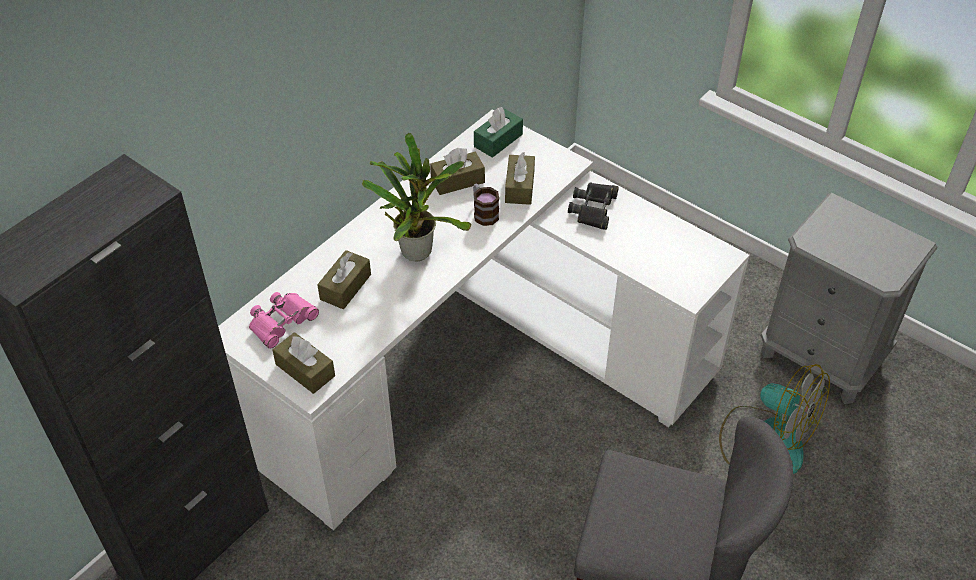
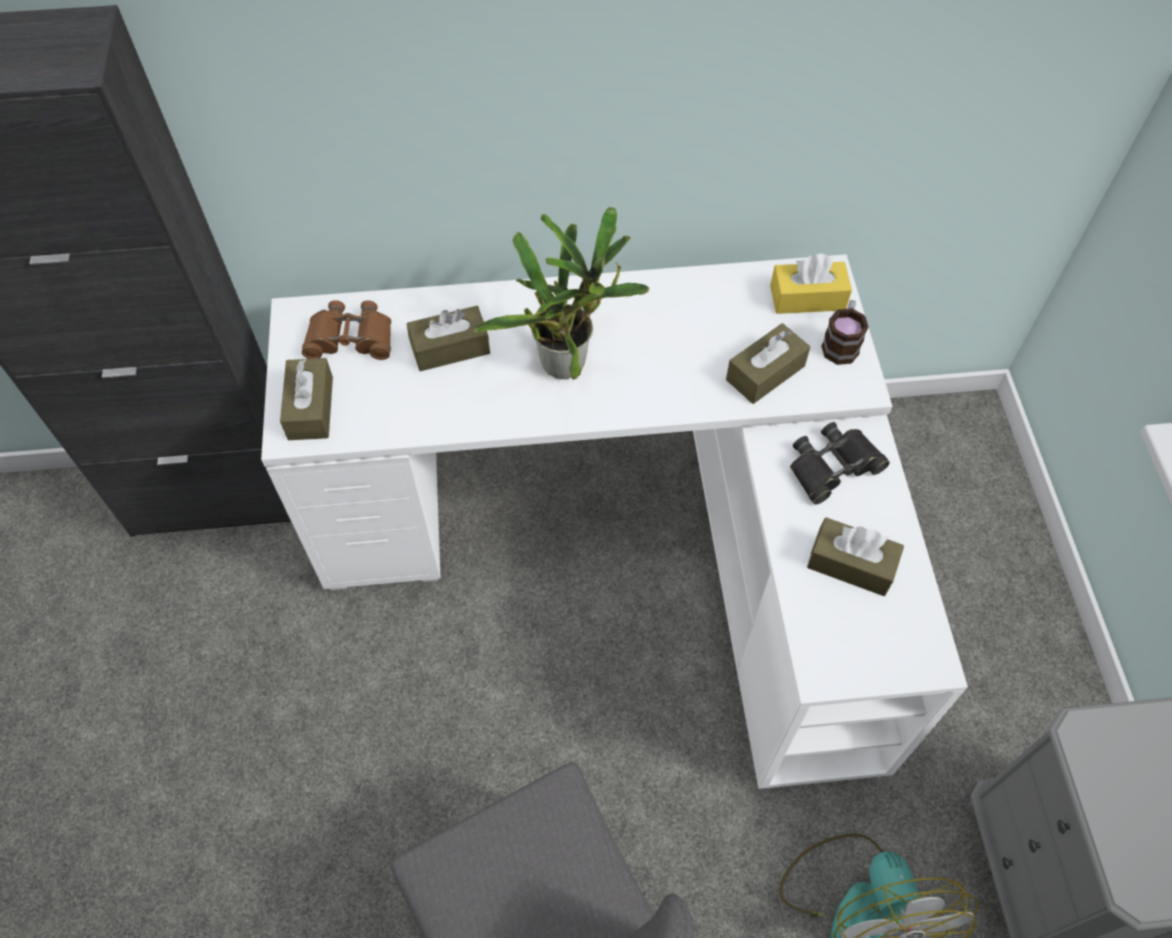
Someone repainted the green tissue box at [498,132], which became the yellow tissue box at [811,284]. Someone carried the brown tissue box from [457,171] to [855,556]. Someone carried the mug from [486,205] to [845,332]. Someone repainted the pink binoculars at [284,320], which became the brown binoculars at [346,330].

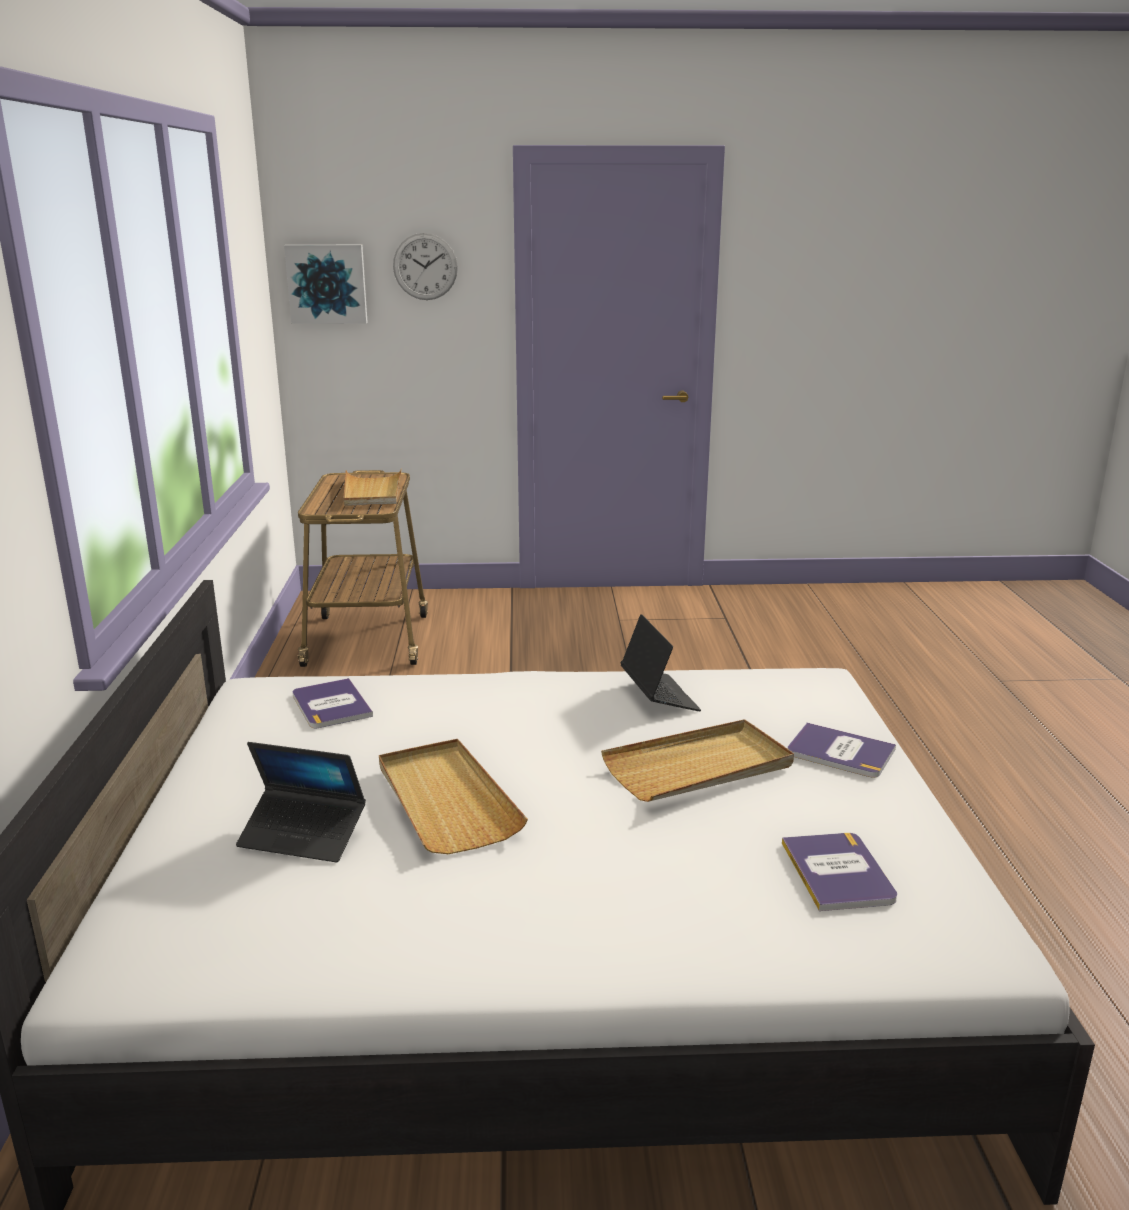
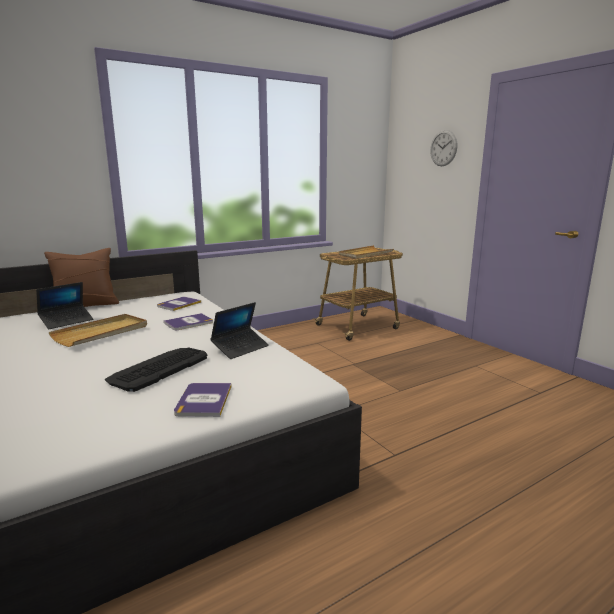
Someone took away the picture at [326,284]. Someone swapped the beige tray at [697,760] for the keyboard at [156,369]. Someone rotated the laptop at [301,802] by 120 degrees counterclockwise. Someone carried the book from [839,872] to [188,321]. Someone put down the brown pillow at [81,277].

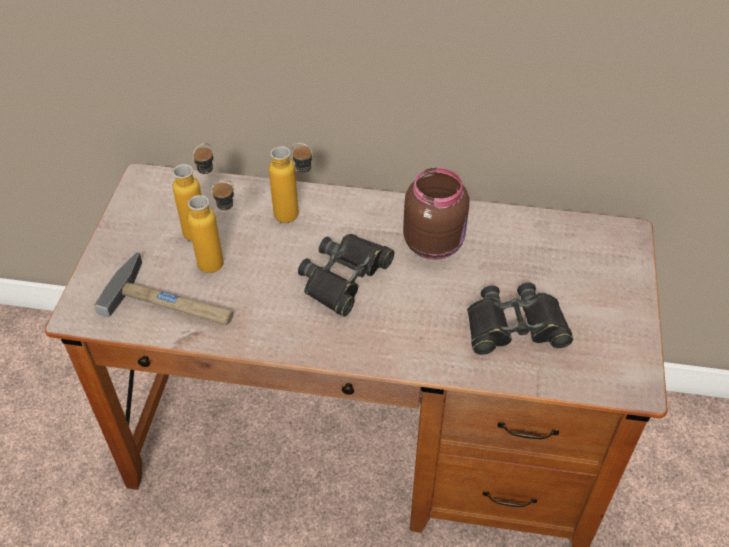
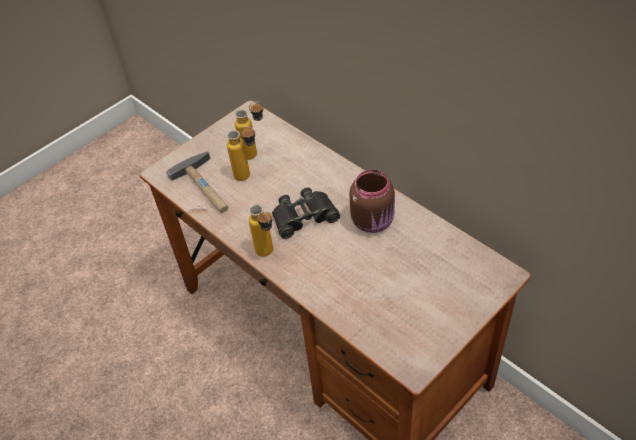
Someone carried the bottle from [291,183] to [261,230]. Someone took away the black binoculars at [520,319].

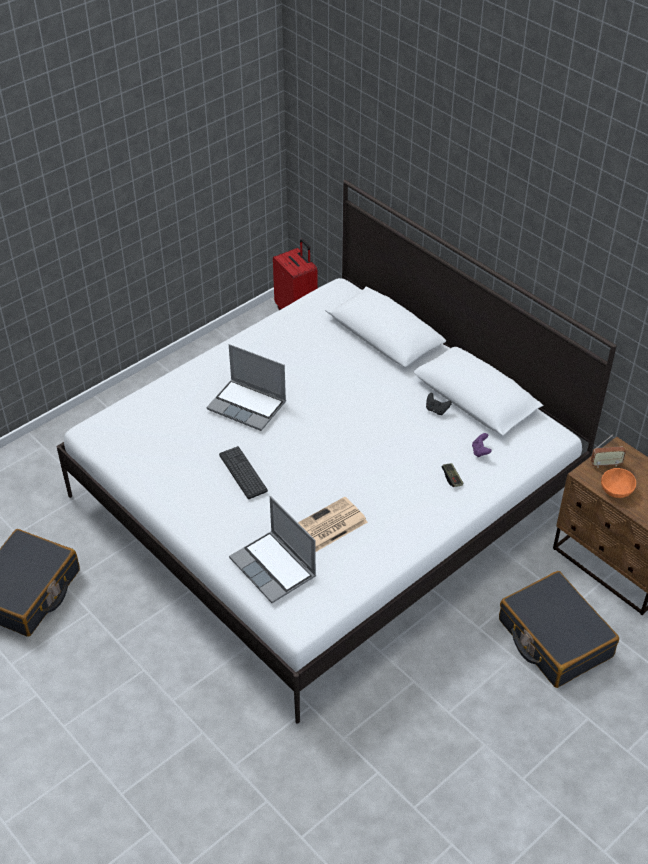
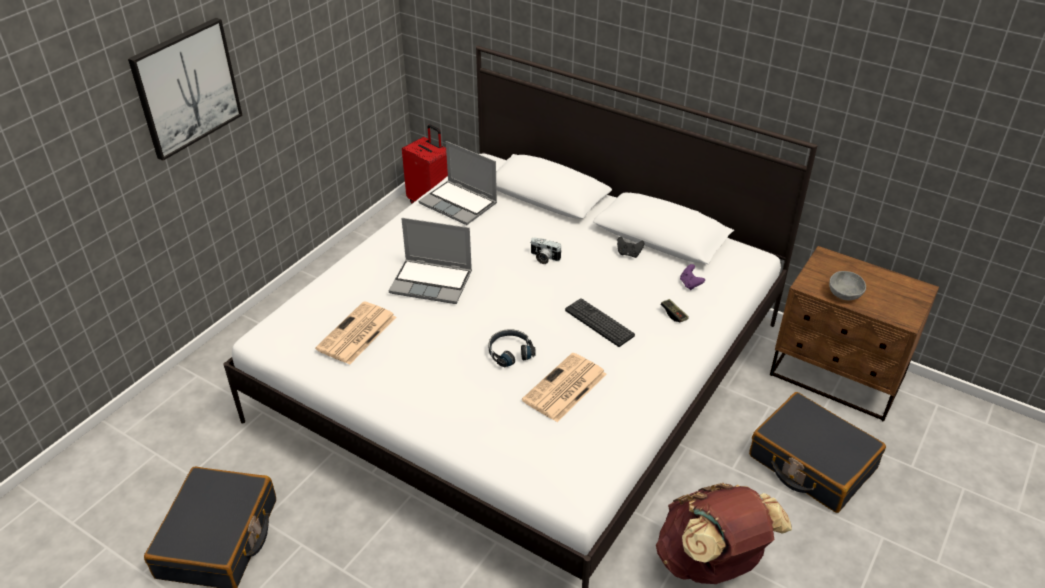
Someone took away the radio at [608,451]. Someone carried the keyboard from [243,472] to [600,322]. Someone repainted the orange bowl at [618,483], which became the grey bowl at [847,285]. Someone carried the laptop from [272,549] to [458,183]. Someone put up the picture at [185,89]. Someone put down the photo camera at [546,250]. Someone put down the newspaper at [355,333]. Someone put down the black headphones at [512,348]. Someone put down the brown backpack at [724,533].

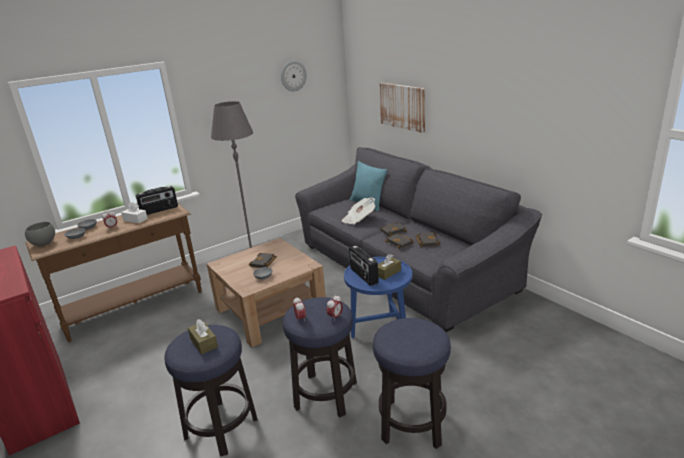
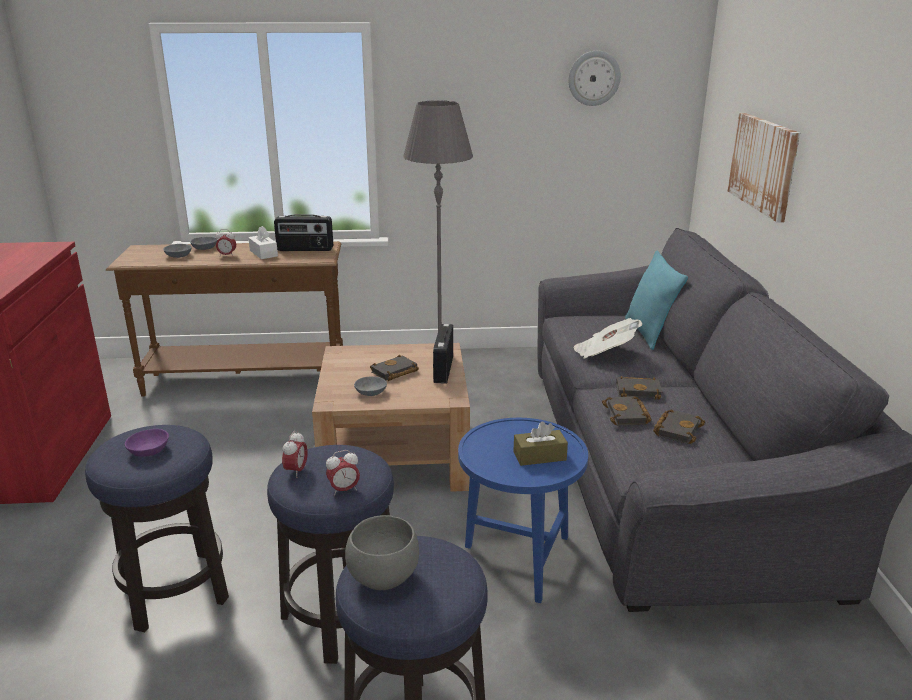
Someone carried the grey bowl from [40,234] to [382,552]. Someone carried the radio from [364,265] to [443,354]. Someone swapped the brown tissue box at [203,336] for the purple bowl at [147,443].

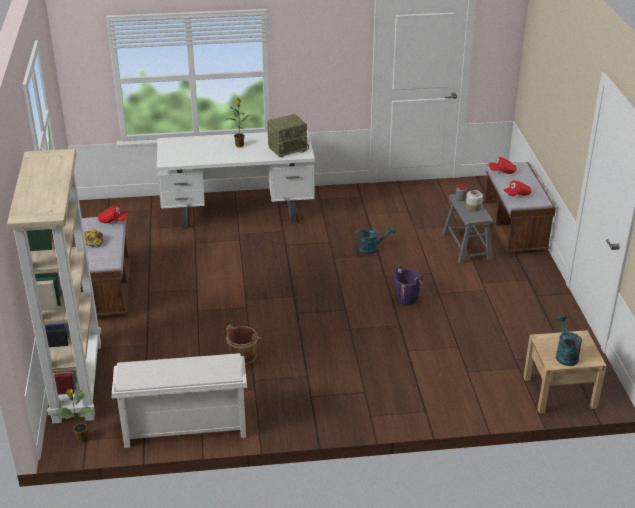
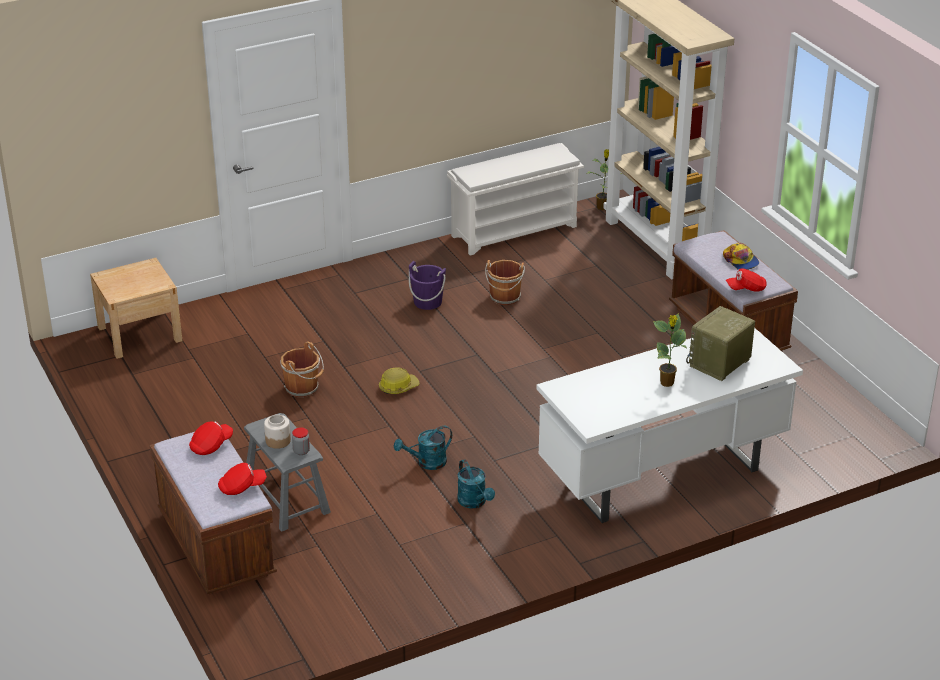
Someone carried the radio from [288,136] to [720,343]. Someone carried the purple bucket from [408,285] to [427,285]. Someone carried the turquoise watering can from [569,340] to [476,483]. Someone put down the brown bucket at [302,369]. Someone put down the hard hat at [399,380].

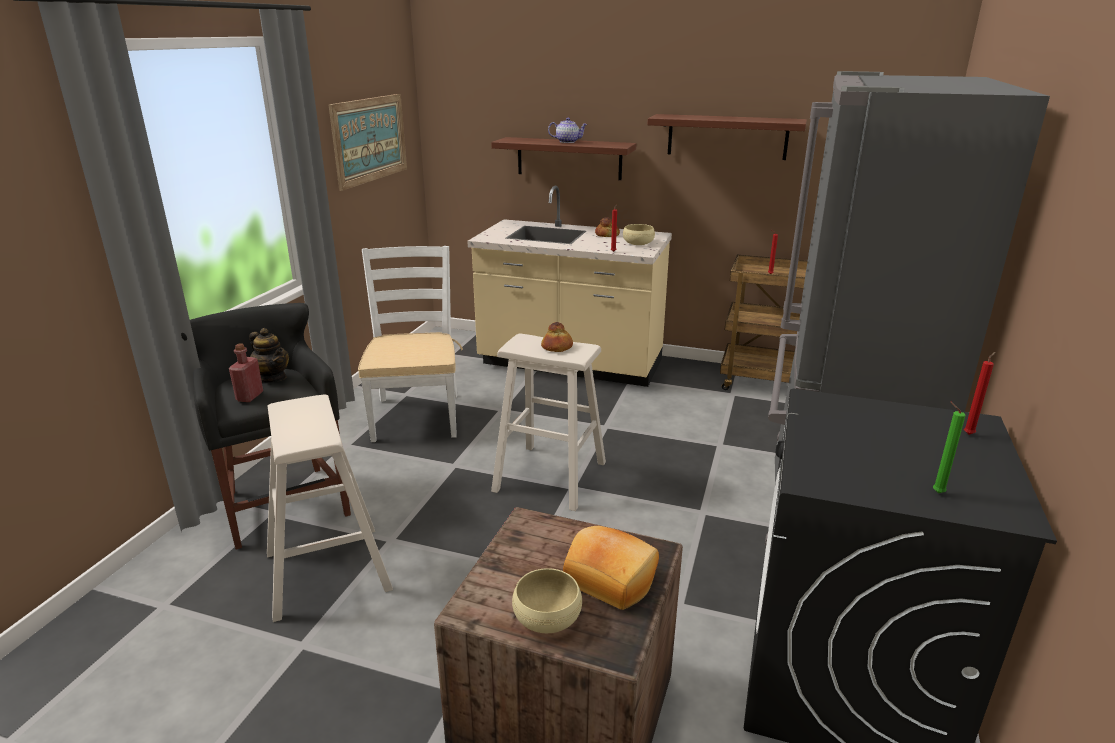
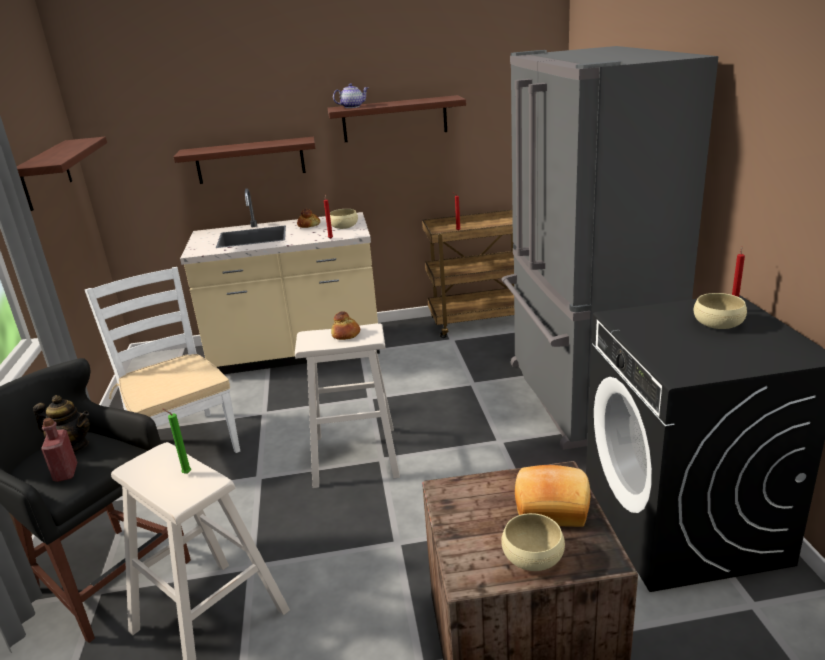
Someone swapped the picture at [368,142] for the shelf at [62,174]. Someone carried the teapot from [568,130] to [350,95]. Someone carried the green candle from [949,447] to [177,441]. Someone put down the beige bowl at [720,311].

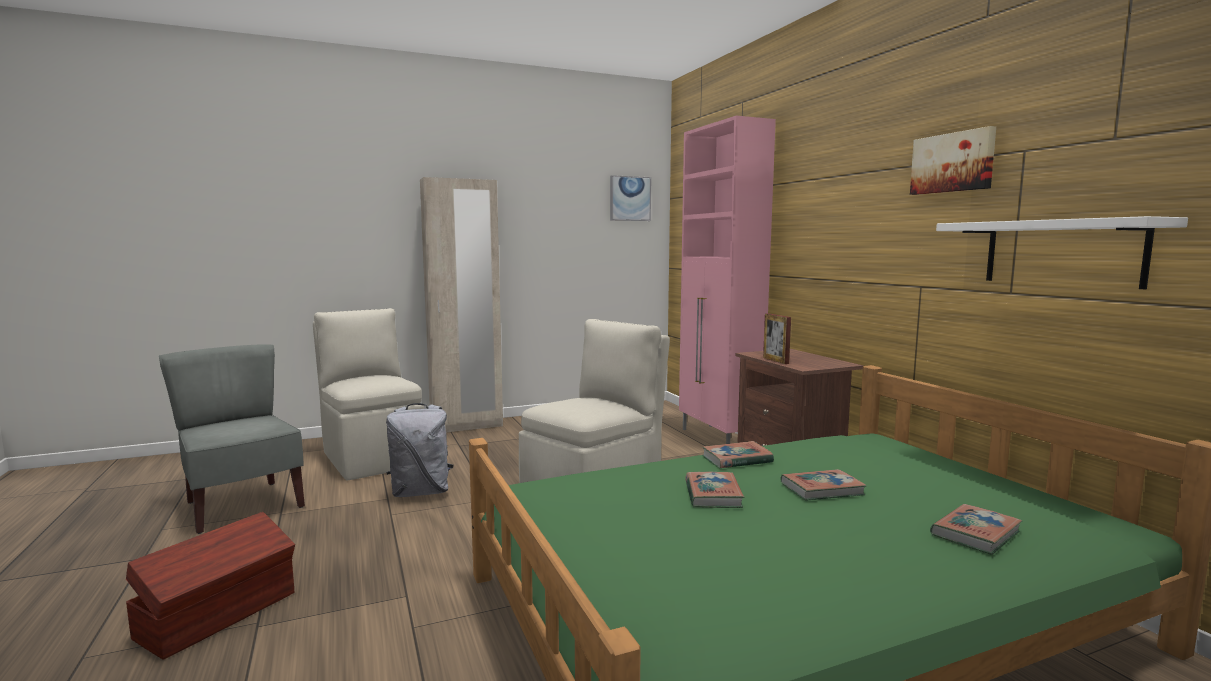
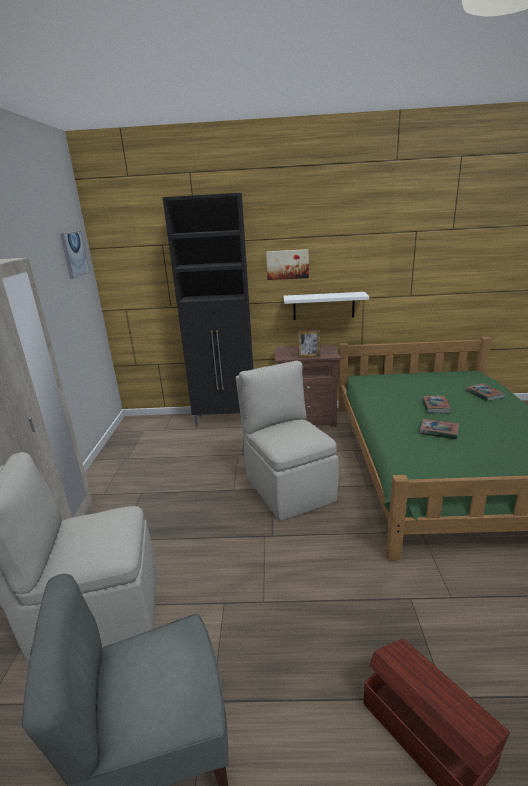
Someone repainted the pink cabinet at [727,280], which became the black cabinet at [208,310]. Someone carried the picture from [953,160] to [287,264]. Someone carried the white shelf from [1062,253] to [326,306]. Someone took away the grey backpack at [420,450]. Someone took away the book at [738,454].

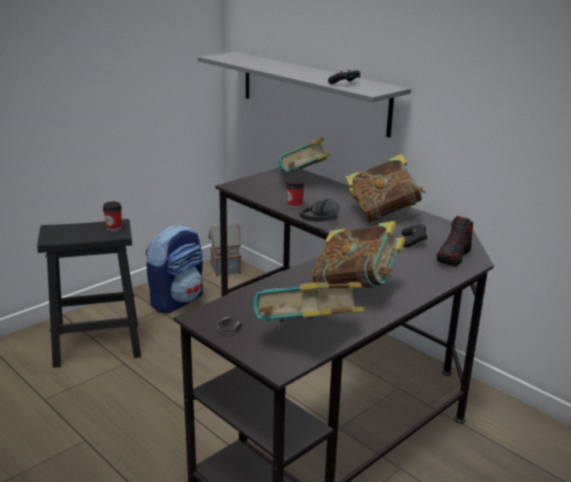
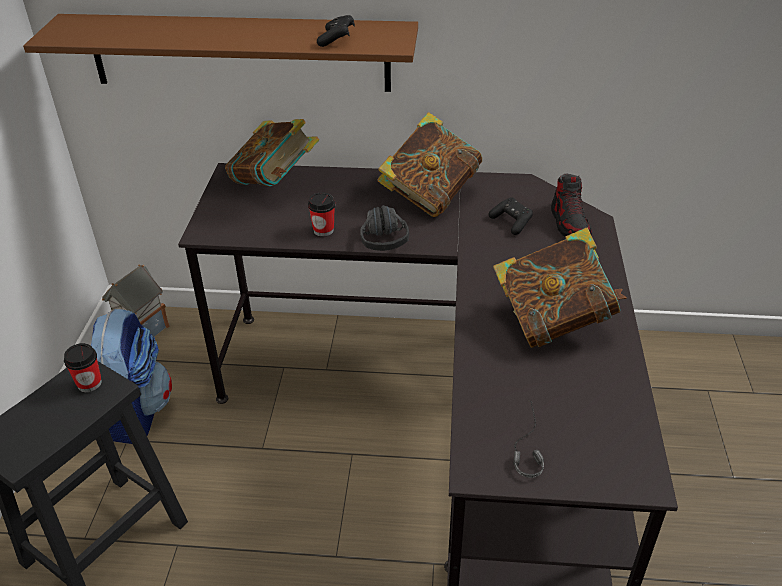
Someone repainted the grey shelf at [304,95], which became the brown shelf at [220,53]. Someone took away the book at [308,302].

